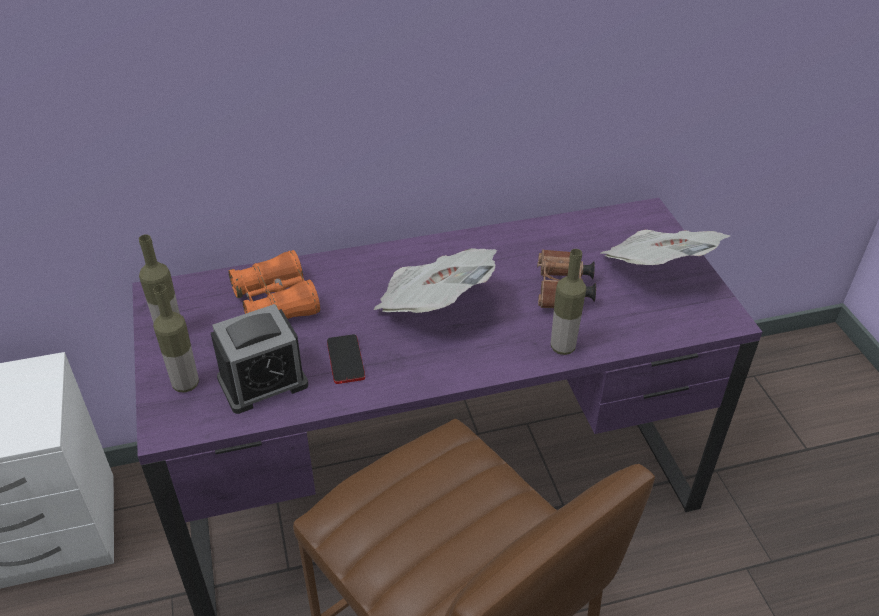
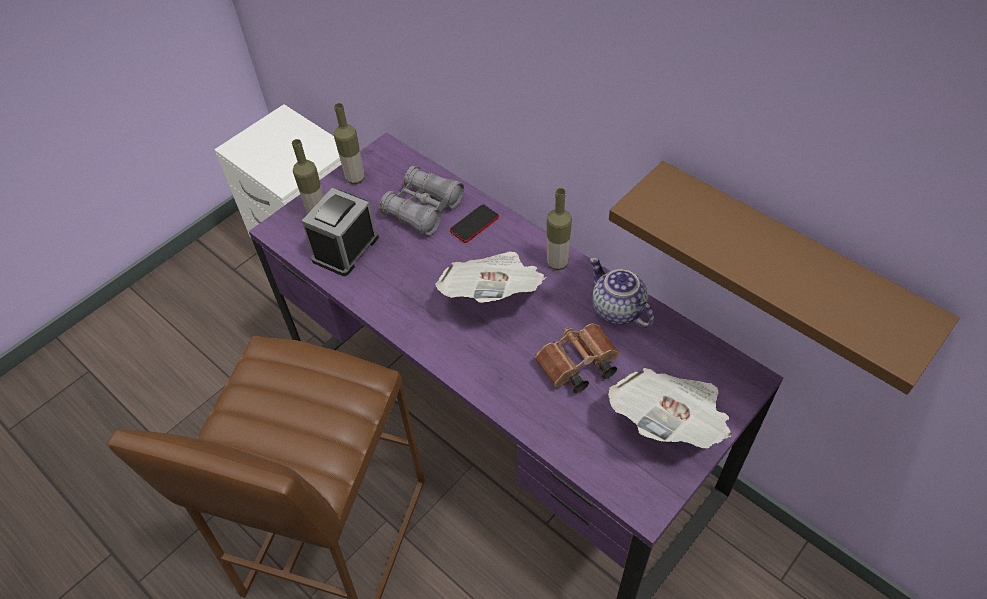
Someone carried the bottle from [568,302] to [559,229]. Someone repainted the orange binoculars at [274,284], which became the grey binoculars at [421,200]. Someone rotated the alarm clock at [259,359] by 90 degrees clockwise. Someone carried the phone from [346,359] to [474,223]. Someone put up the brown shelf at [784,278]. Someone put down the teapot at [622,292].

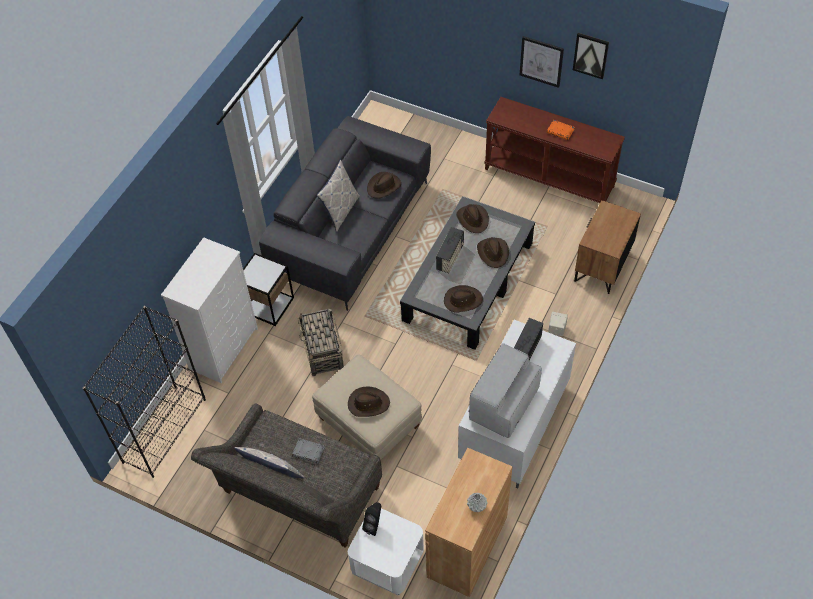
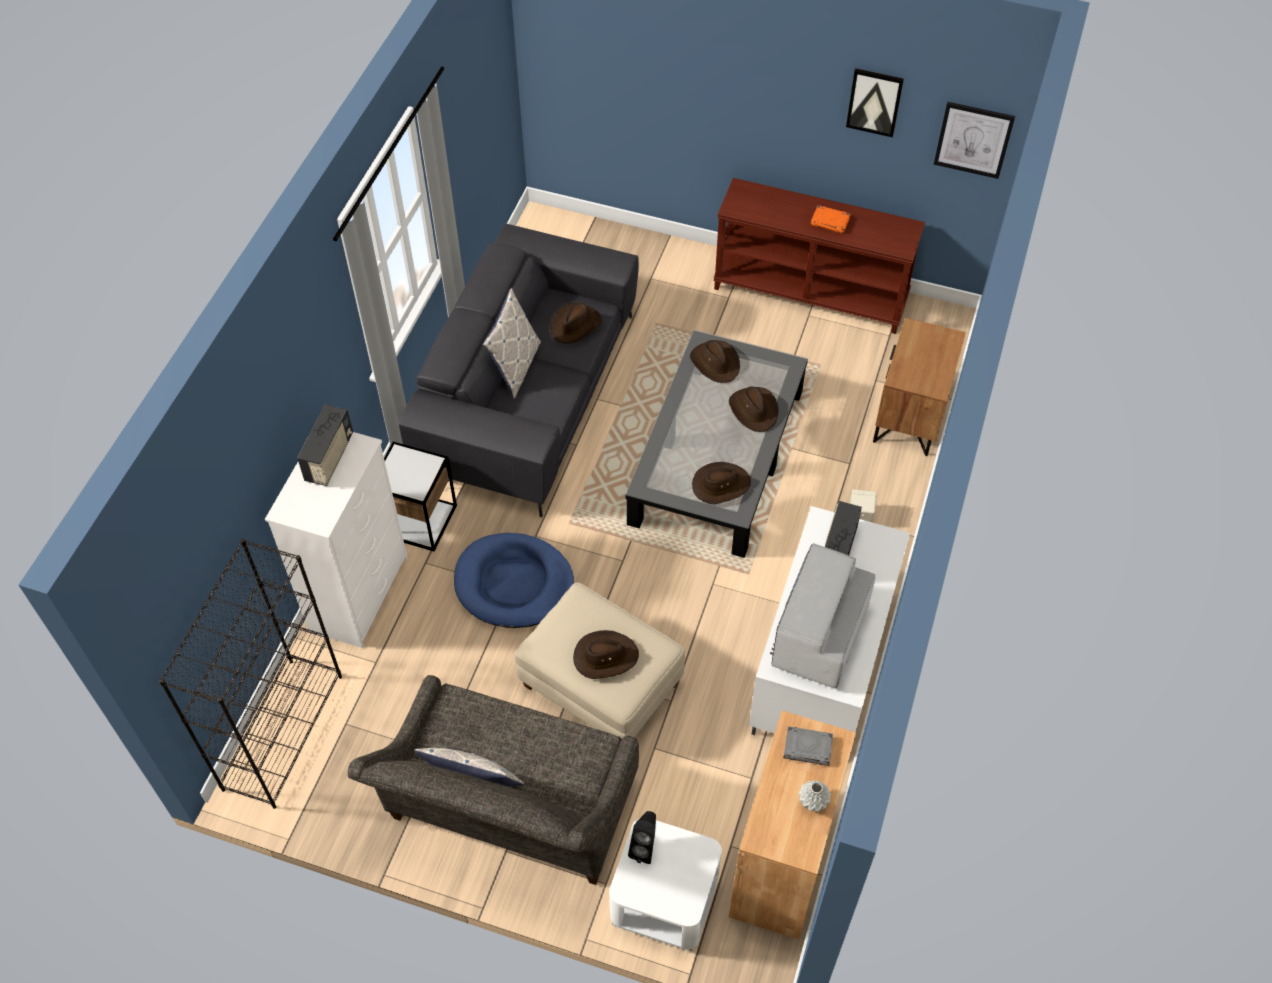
Someone carried the picture from [542,62] to [974,140]. Someone carried the radio from [450,250] to [325,445]. Someone swapped the basket at [320,342] for the blue dog bed at [514,580]. Someone carried the grey book from [308,450] to [808,746].

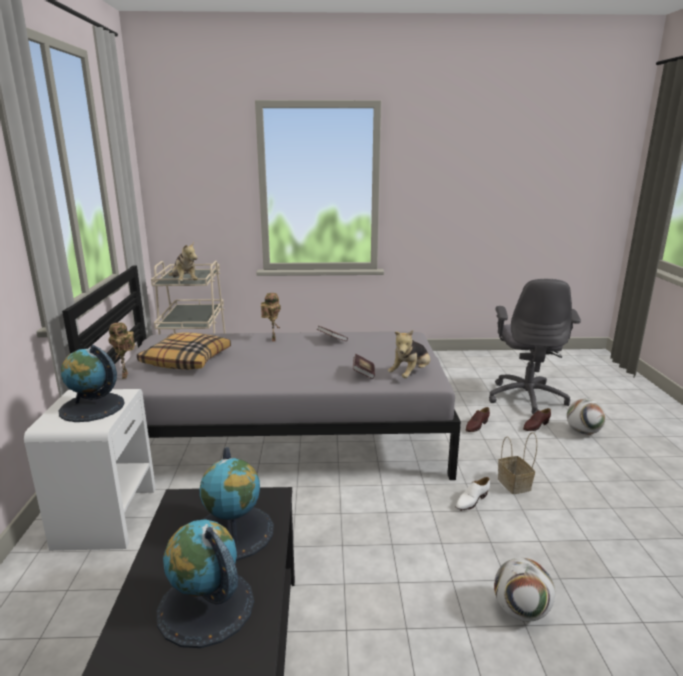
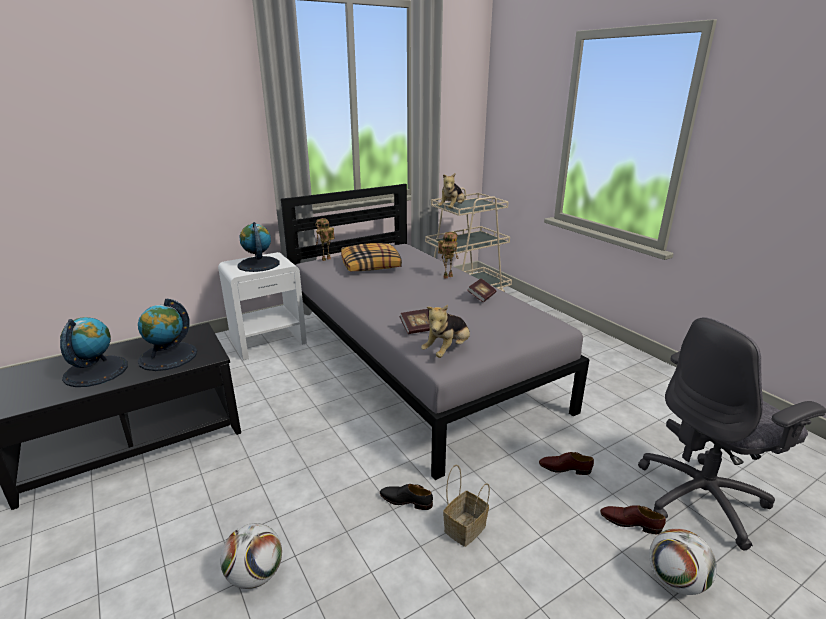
Someone rotated the plush toy at [409,354] by 60 degrees counterclockwise. Someone repainted the white shoe at [473,494], which became the black shoe at [406,497].

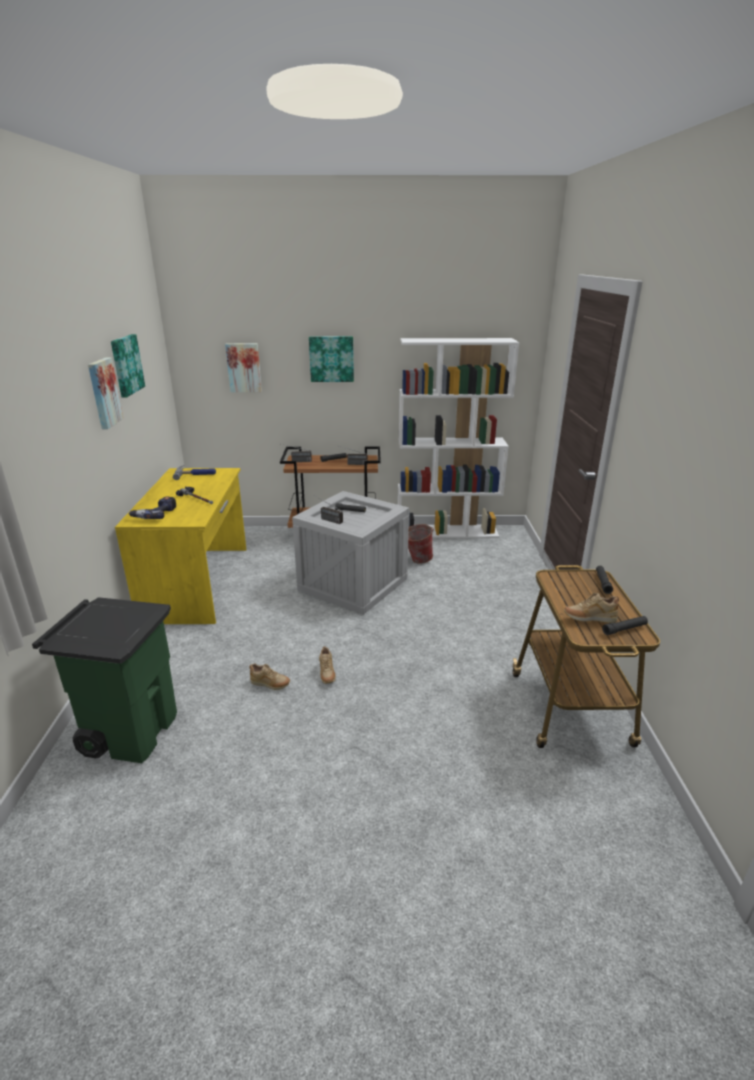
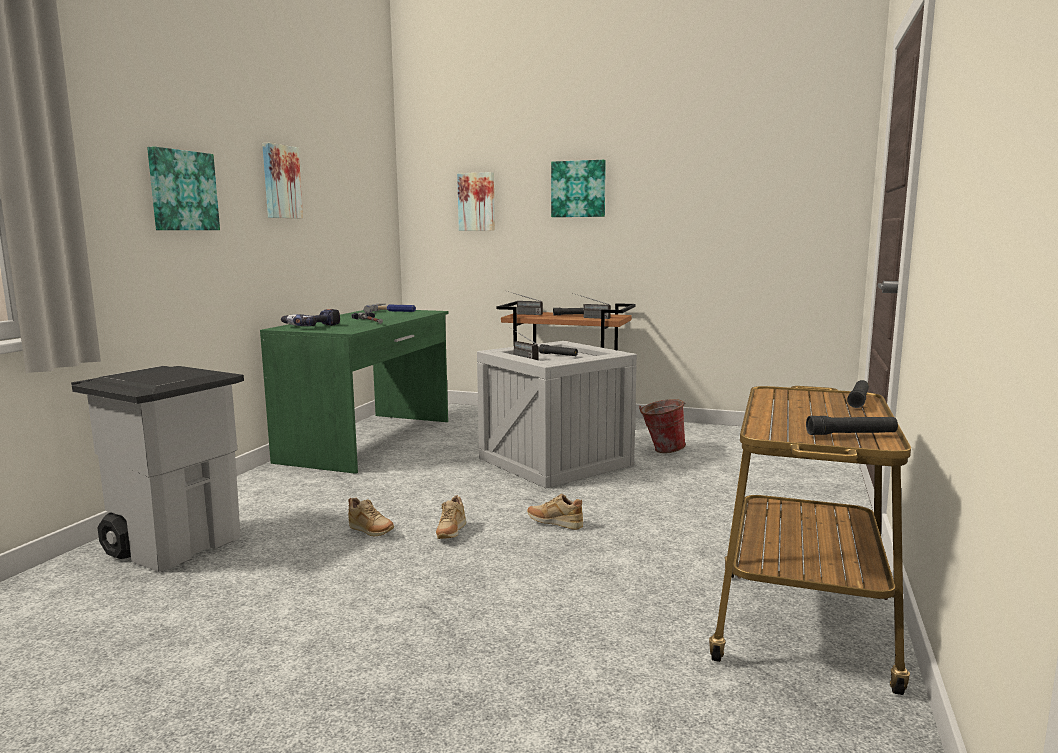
Someone carried the picture from [128,365] to [183,188]. Someone took away the white bookcase at [458,438]. Someone repainted the yellow desk at [180,546], which became the green desk at [354,392]. Someone carried the beige shoe from [591,608] to [555,512]. Someone repainted the green trash can at [104,680], which became the grey trash can at [157,469].

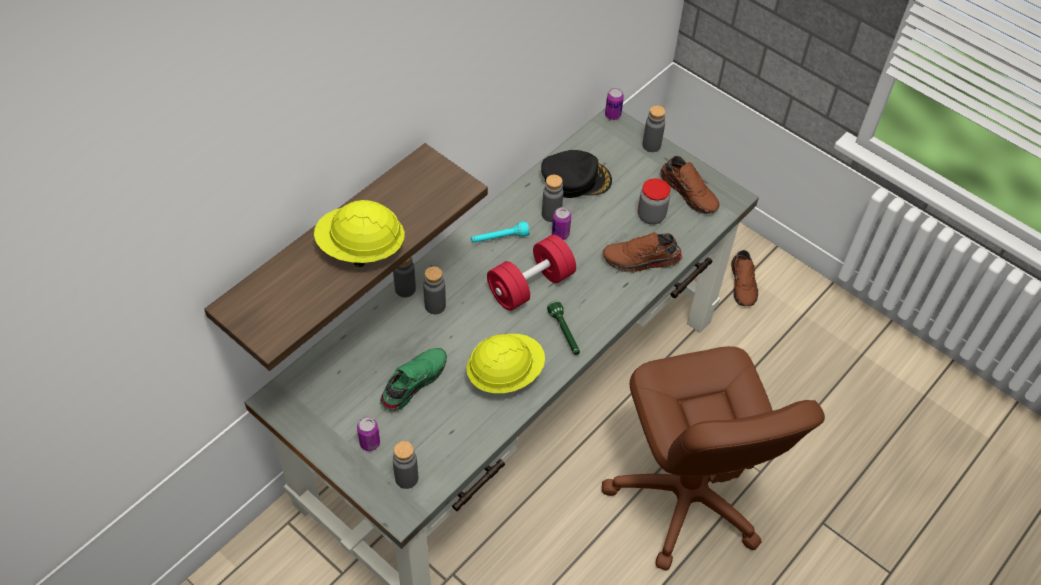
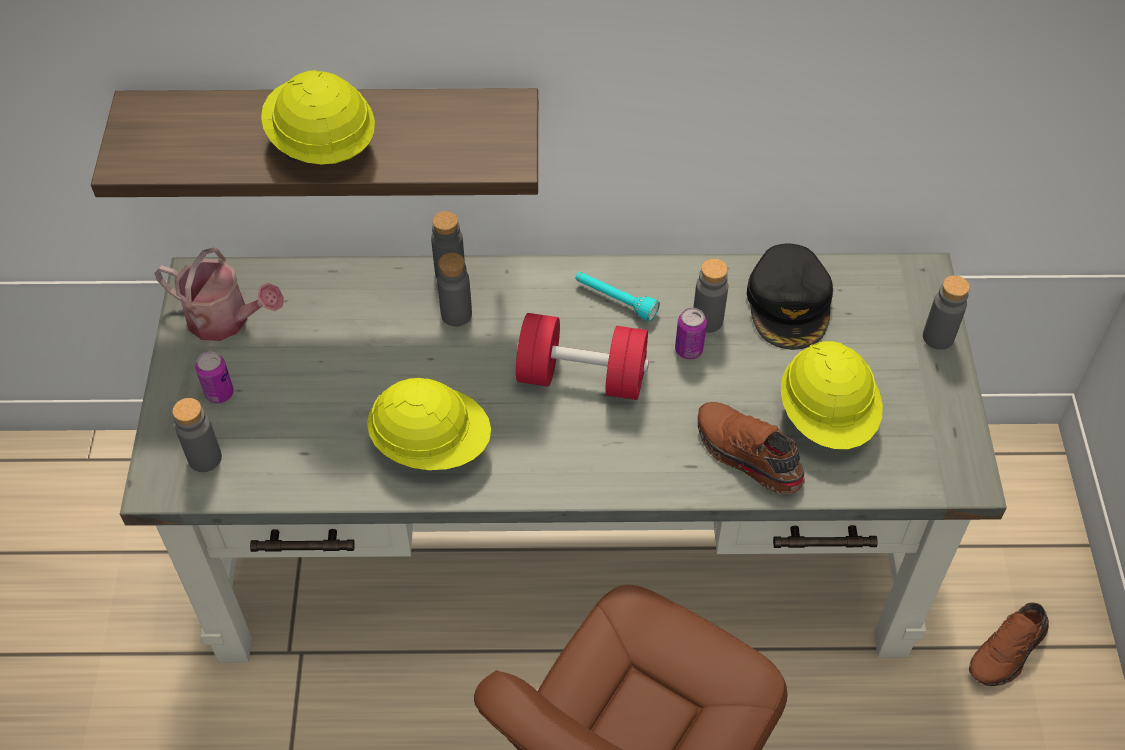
Someone took away the can at [614,104]. Someone rotated the black cap at [576,174] by 45 degrees clockwise. Someone took away the brown shoe at [689,185]. Someone swapped the jar at [654,201] for the yellow hard hat at [832,395]. Someone took away the green flashlight at [563,328]. Someone took away the green shoe at [413,380]. Someone put down the watering can at [219,294].

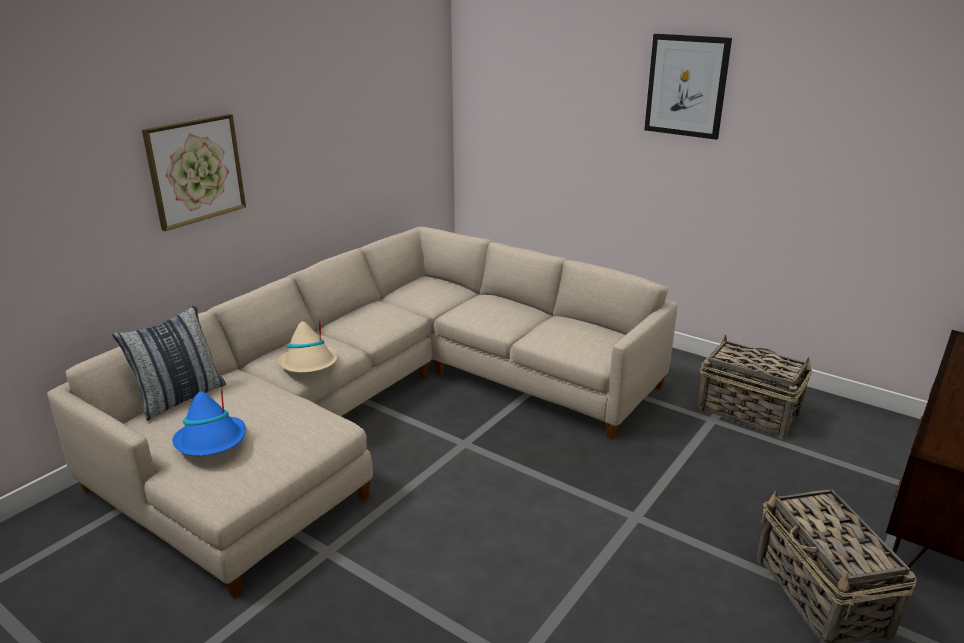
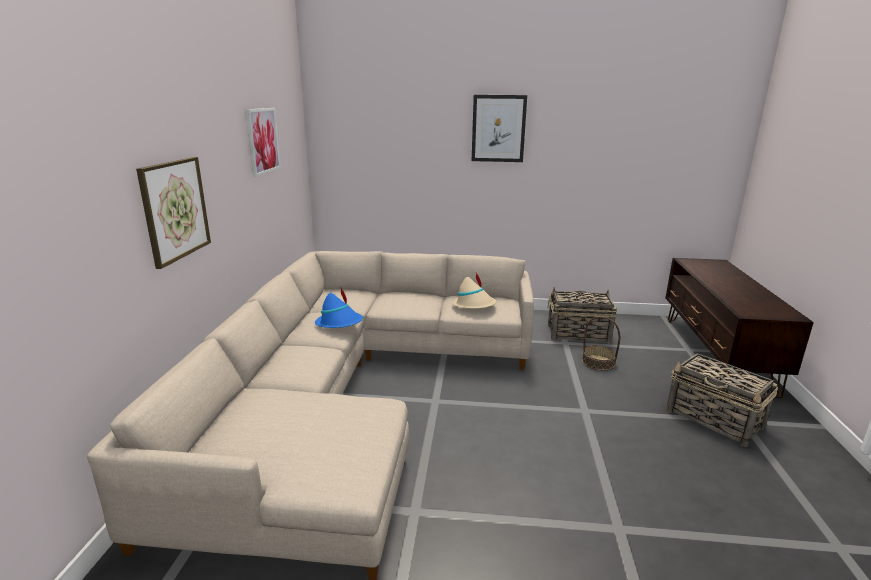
Someone took away the pillow at [169,362]. Someone carried the beige hat from [308,347] to [474,290]. Someone carried the blue hat from [209,419] to [339,307]. Someone put up the picture at [263,142]. Someone put down the basket at [601,343].

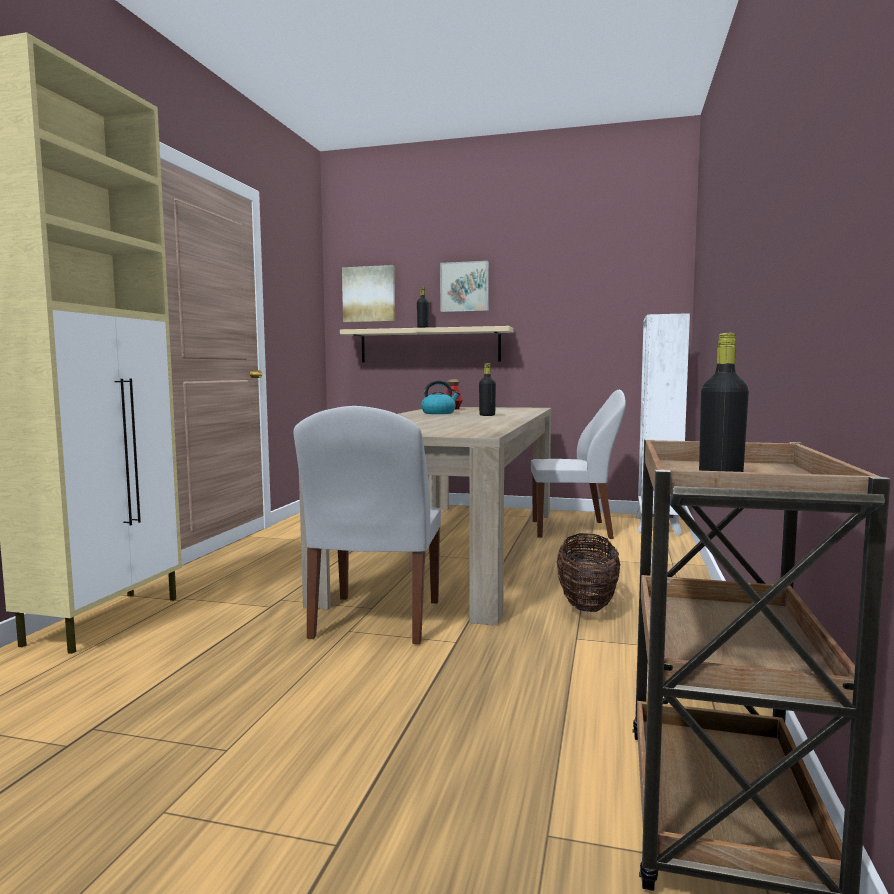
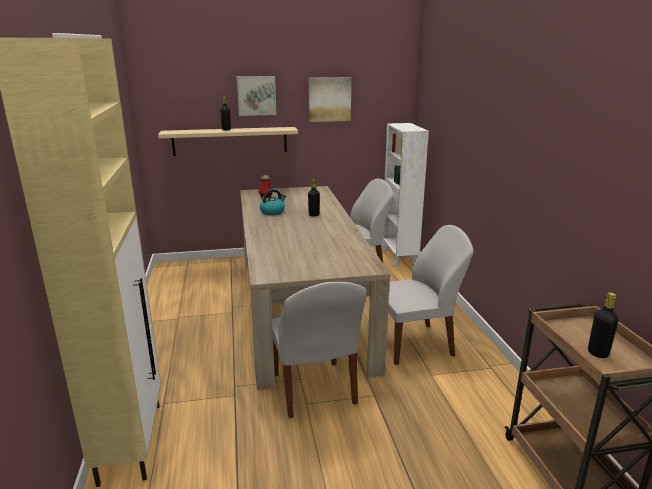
Someone carried the picture from [368,293] to [330,99]. Someone swapped the basket at [588,572] for the white chair at [431,295].

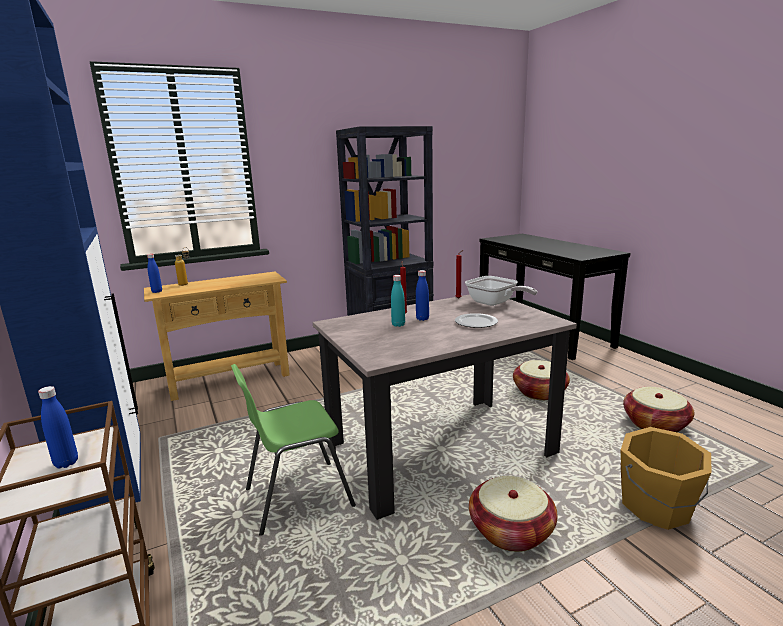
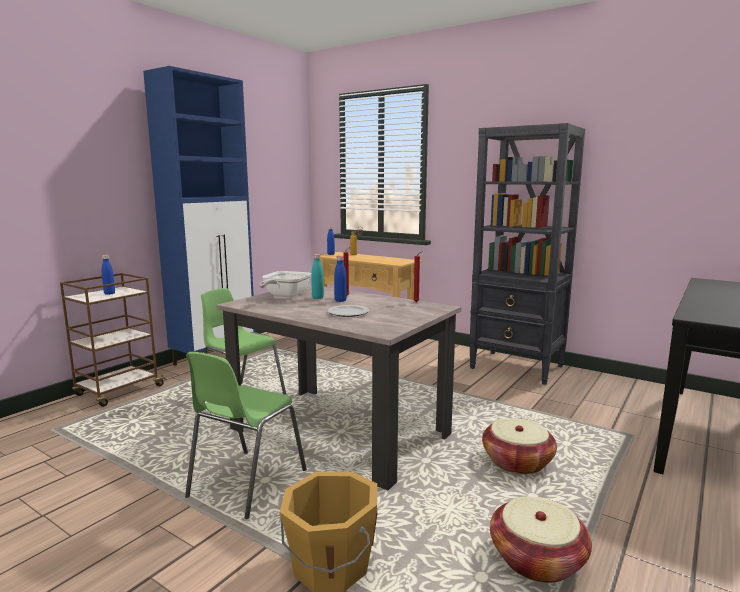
Someone carried the frying pan from [501,291] to [285,284]. Someone swapped the basket at [513,514] for the green chair at [246,435].

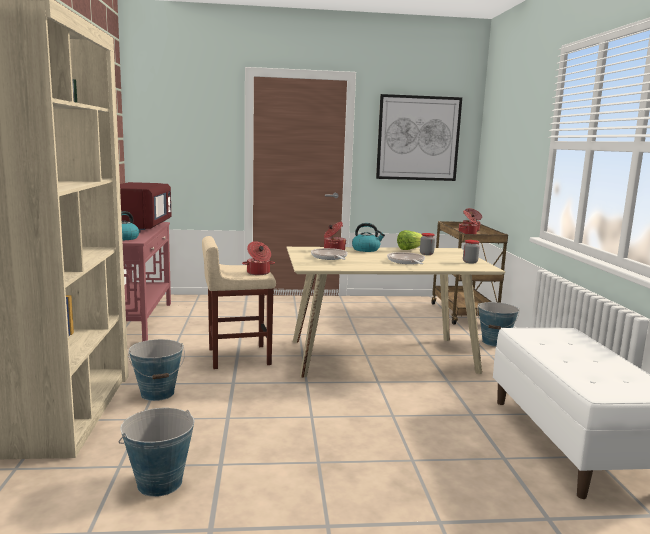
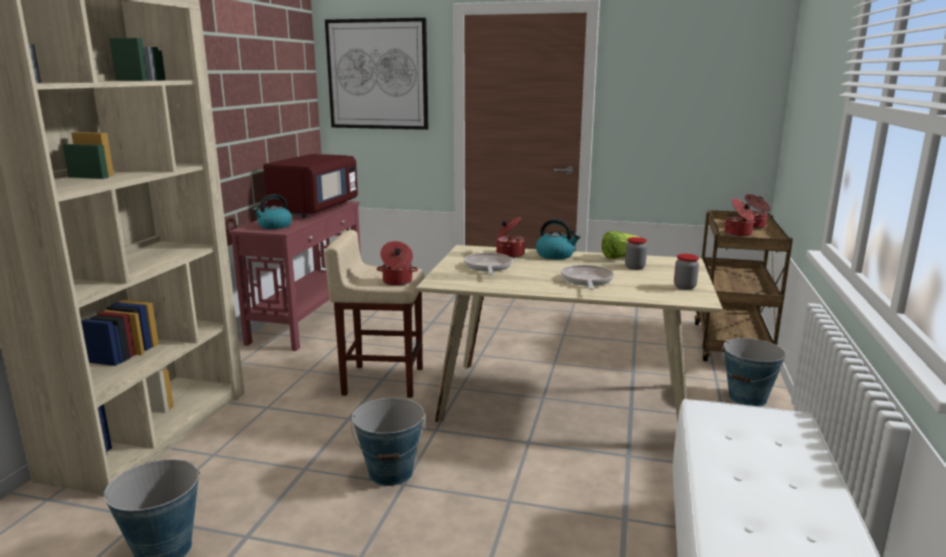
Someone carried the picture from [419,137] to [377,74]. Someone carried the bucket from [156,370] to [388,442].

